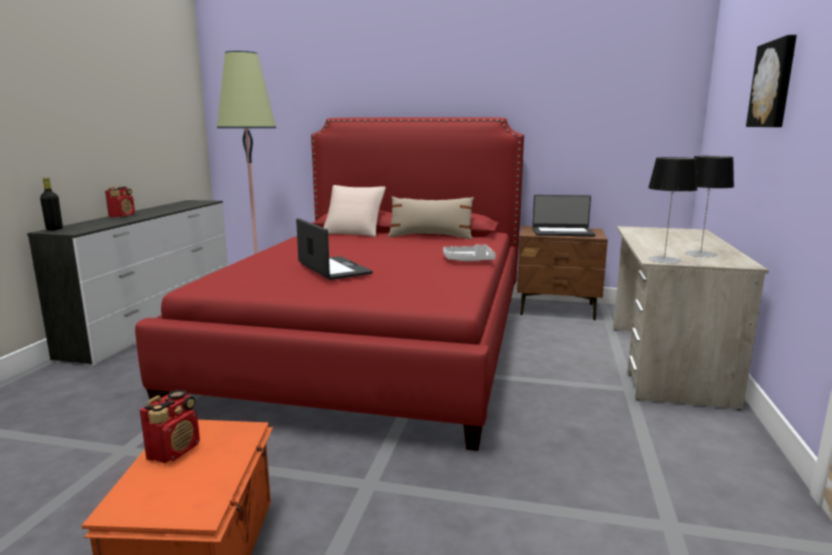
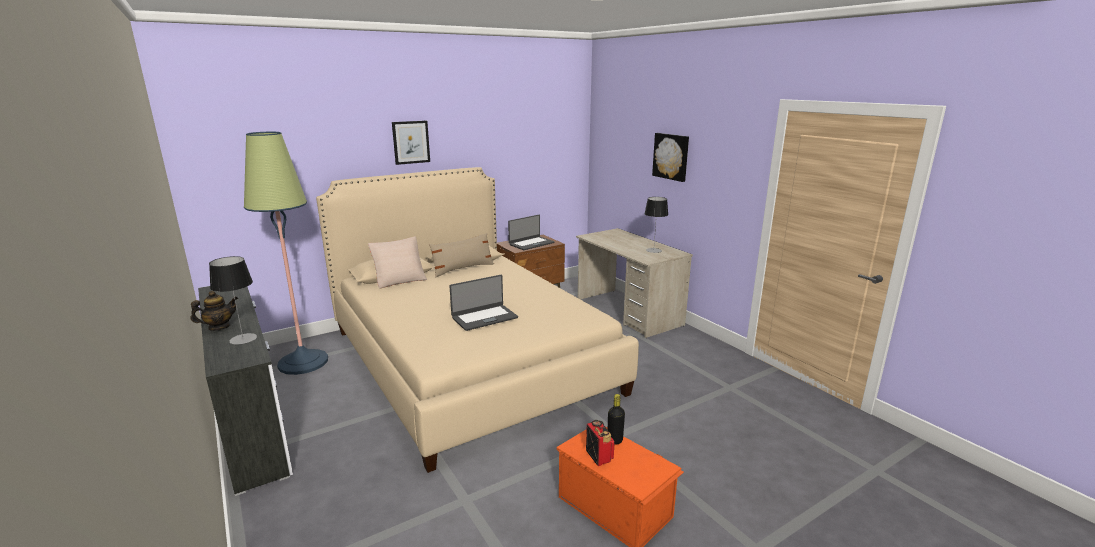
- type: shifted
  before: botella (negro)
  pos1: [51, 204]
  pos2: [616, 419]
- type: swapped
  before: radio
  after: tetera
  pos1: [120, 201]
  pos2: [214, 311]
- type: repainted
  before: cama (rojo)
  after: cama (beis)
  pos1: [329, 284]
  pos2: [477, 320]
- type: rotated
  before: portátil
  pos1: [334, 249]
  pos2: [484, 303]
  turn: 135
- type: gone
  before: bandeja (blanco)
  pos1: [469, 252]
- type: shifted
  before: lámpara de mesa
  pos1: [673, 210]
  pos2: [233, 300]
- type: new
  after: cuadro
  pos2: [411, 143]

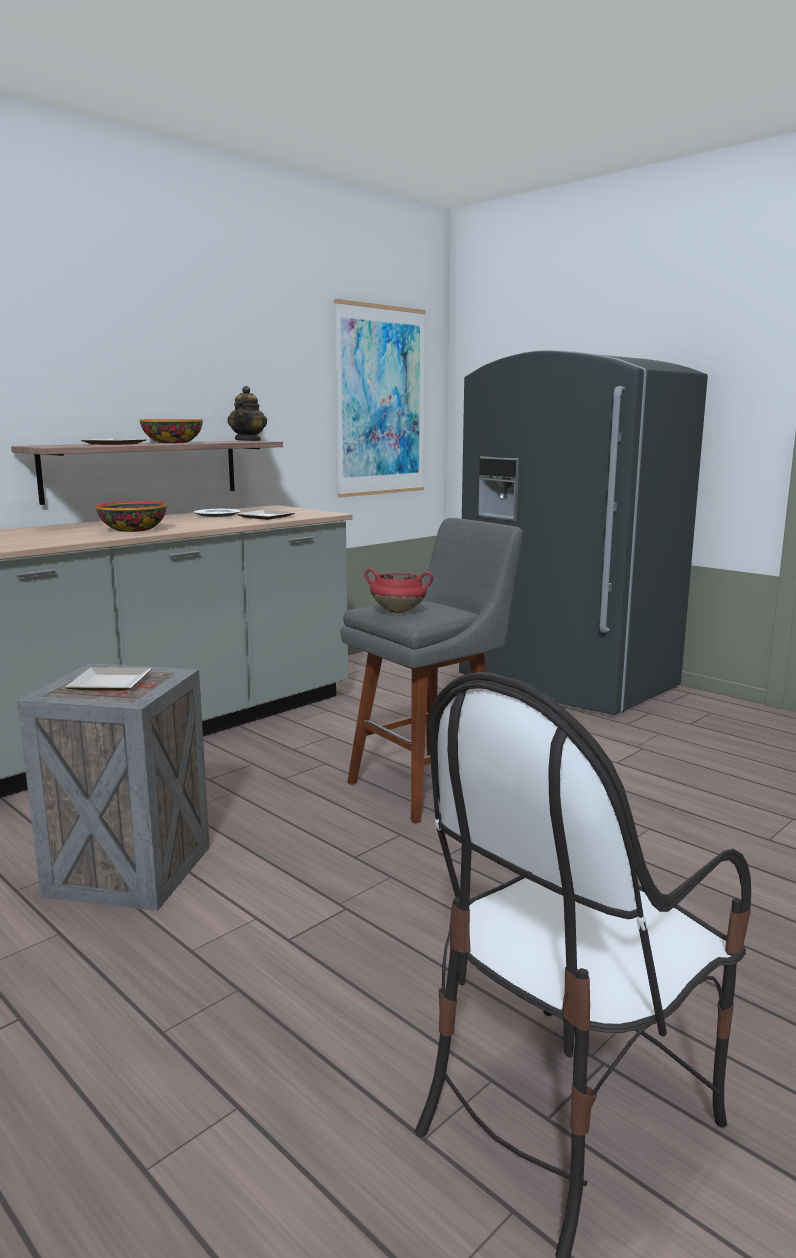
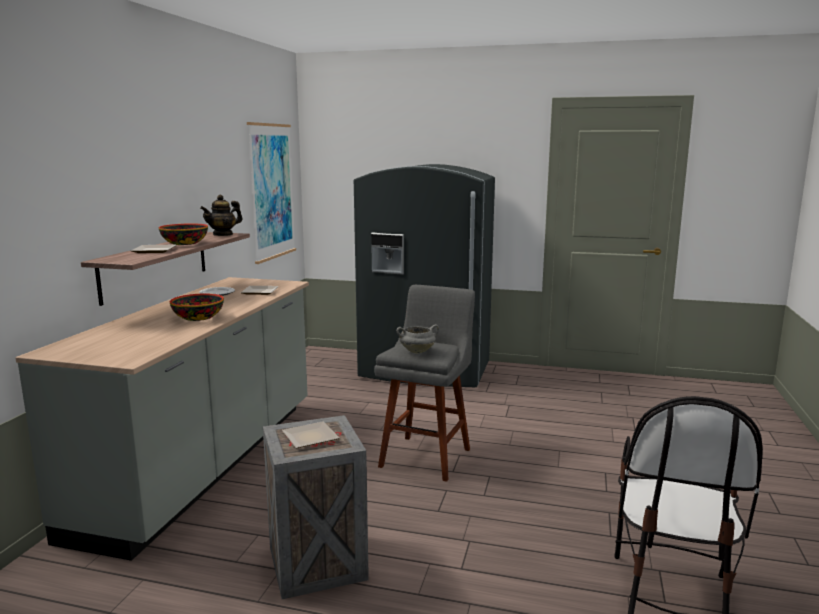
- type: rotated
  before: tetera
  pos1: [247, 413]
  pos2: [221, 215]
  turn: 75
- type: repainted
  before: olla (rojo)
  after: olla (gris)
  pos1: [398, 591]
  pos2: [417, 339]

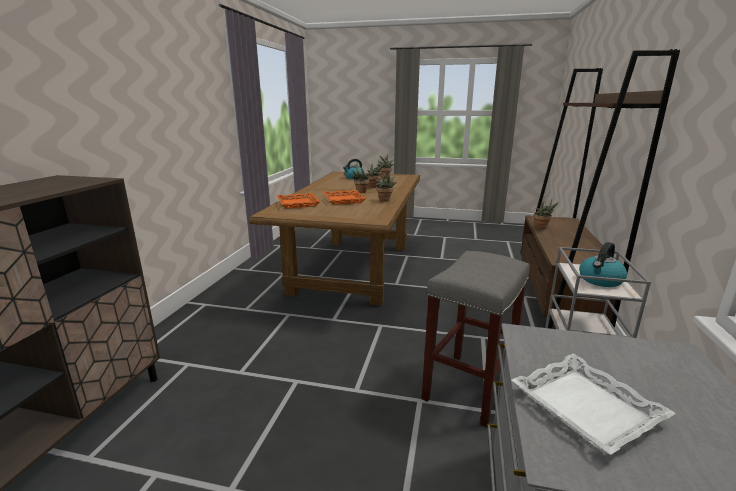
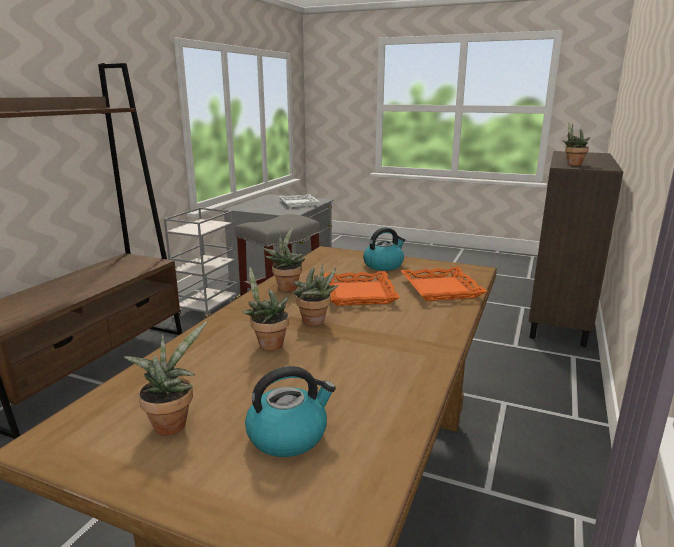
- type: shifted
  before: planta en maceta
  pos1: [546, 214]
  pos2: [576, 144]
- type: shifted
  before: hervidor
  pos1: [603, 264]
  pos2: [384, 249]

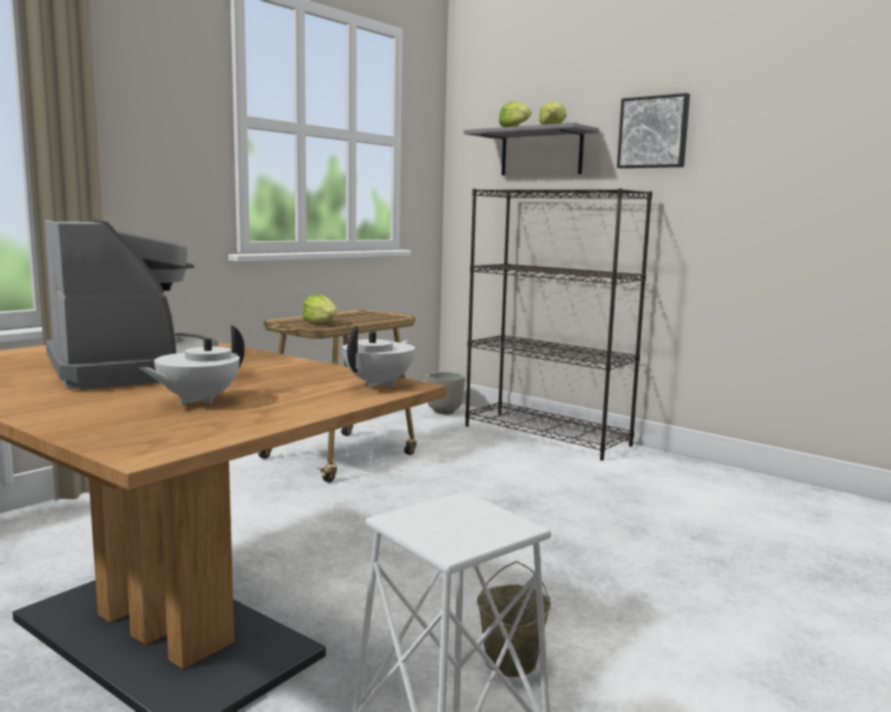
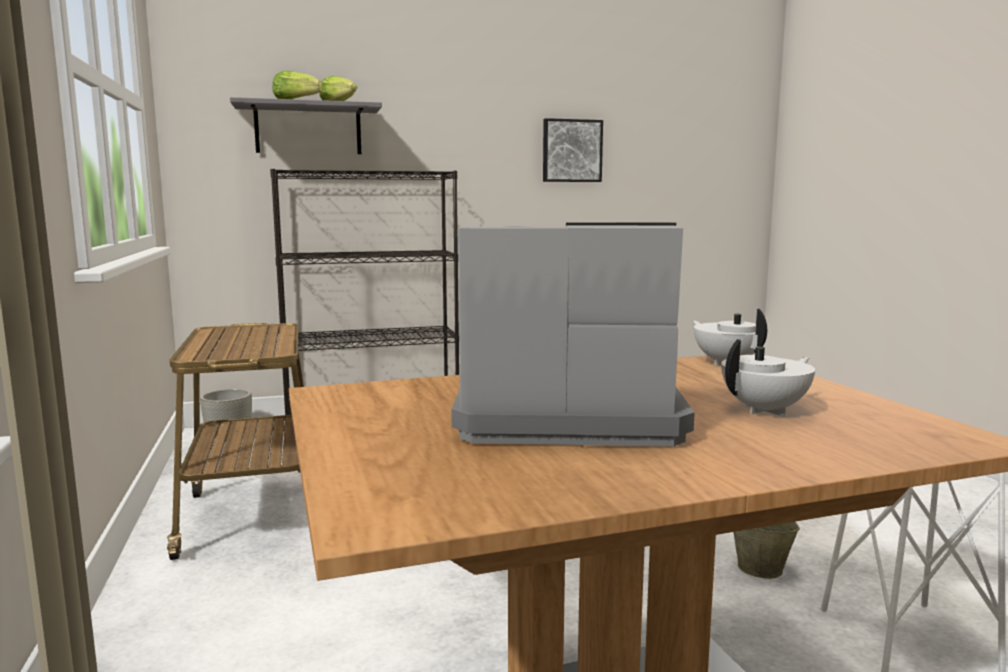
- type: rotated
  before: tetera (blanco)
  pos1: [192, 365]
  pos2: [768, 378]
  turn: -105
- type: gone
  before: lechuga
  pos1: [319, 309]
- type: shifted
  before: cuadro
  pos1: [653, 130]
  pos2: [573, 150]

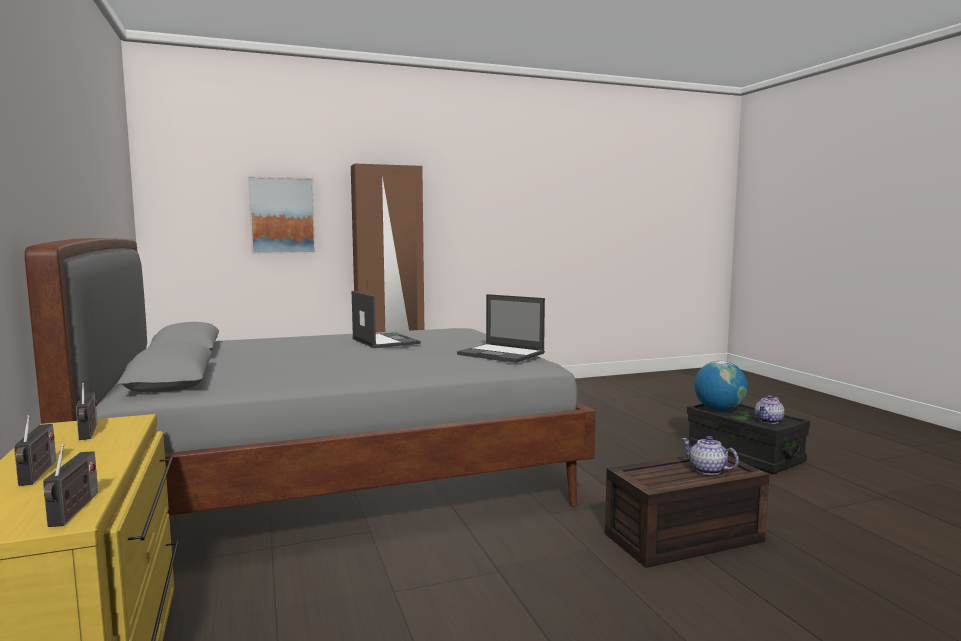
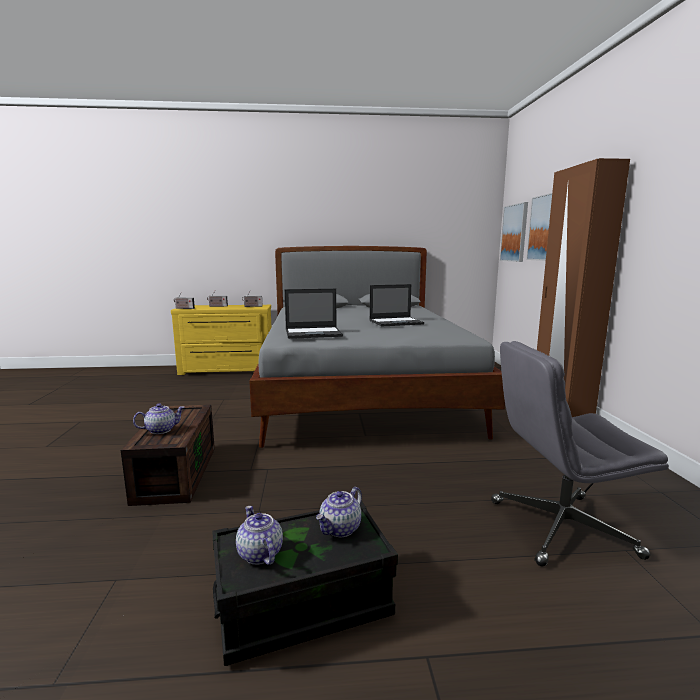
- type: rotated
  before: portátil
  pos1: [501, 328]
  pos2: [314, 314]
  turn: -150
- type: swapped
  before: globo terráqueo
  after: tetera
  pos1: [721, 386]
  pos2: [339, 512]
- type: new
  after: silla de oficina (gris)
  pos2: [580, 453]
- type: new
  after: cuadro
  pos2: [514, 232]

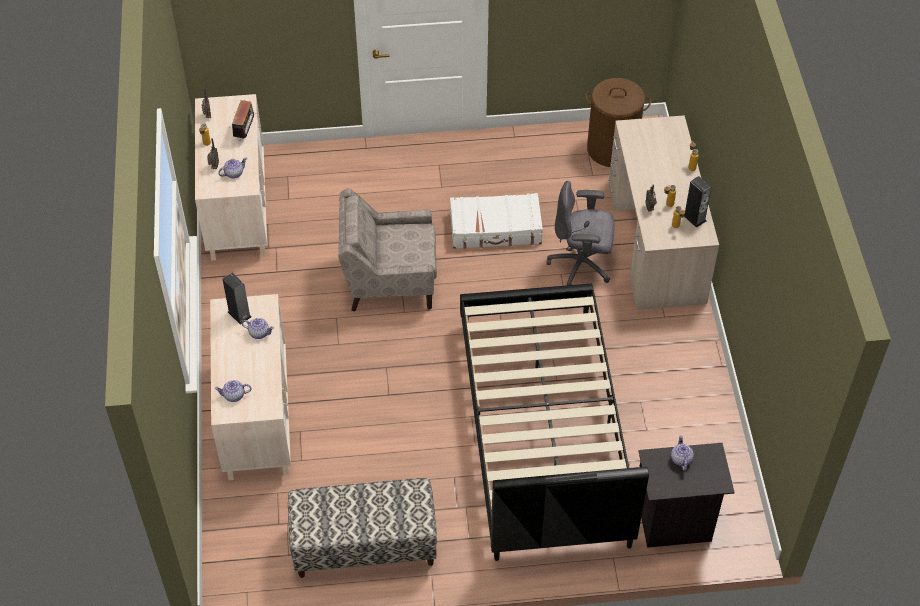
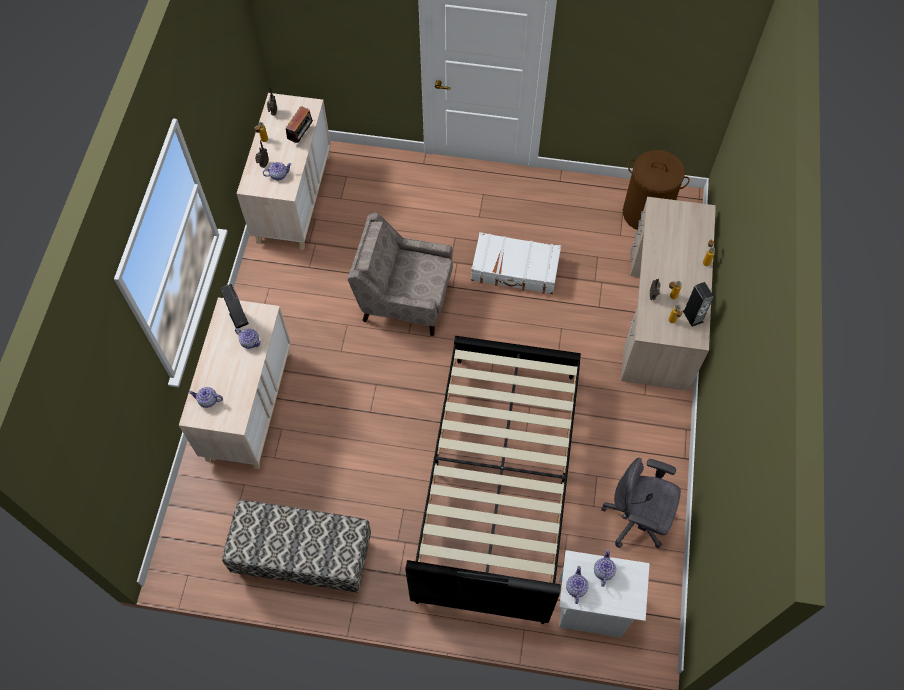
- type: shifted
  before: silla de oficina (gris)
  pos1: [580, 233]
  pos2: [641, 503]
- type: repainted
  before: mesita de noche (negro)
  after: mesita de noche (blanco)
  pos1: [686, 495]
  pos2: [604, 594]
- type: new
  after: tetera
  pos2: [577, 585]

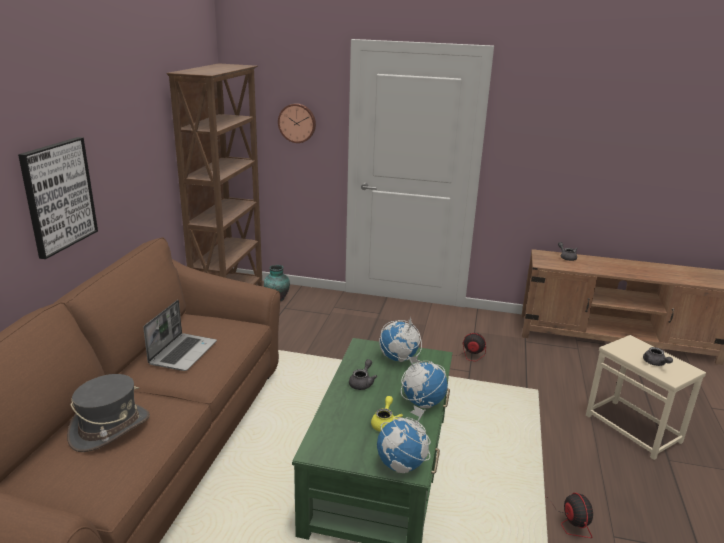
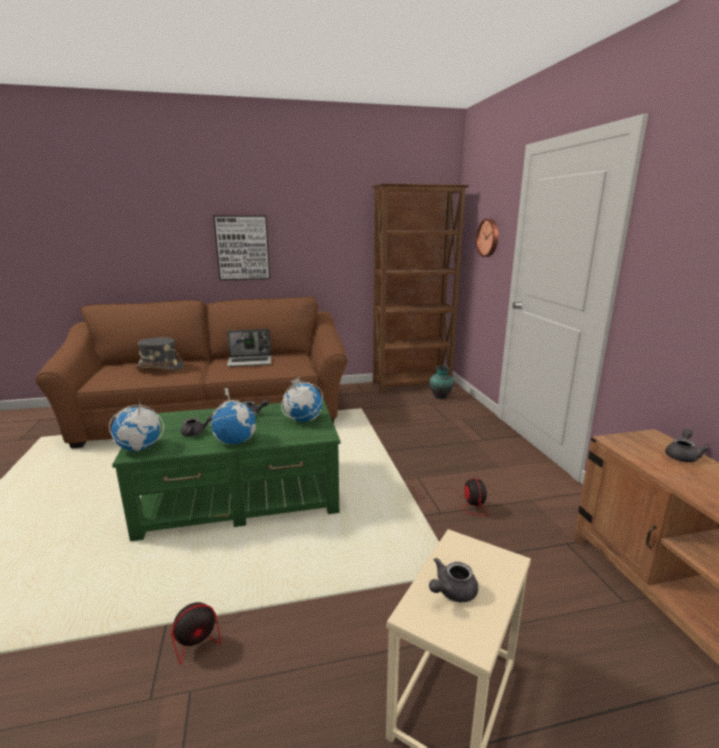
- type: repainted
  before: tetera (amarillo)
  after: tetera (gris)
  pos1: [387, 414]
  pos2: [197, 425]

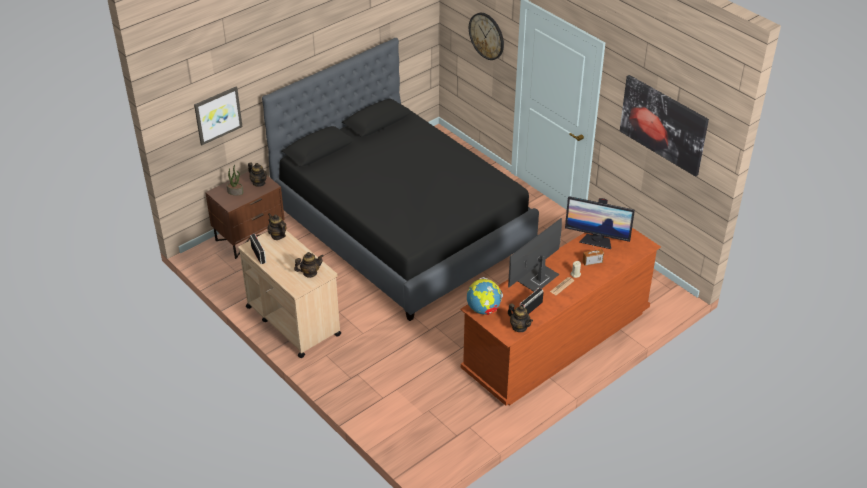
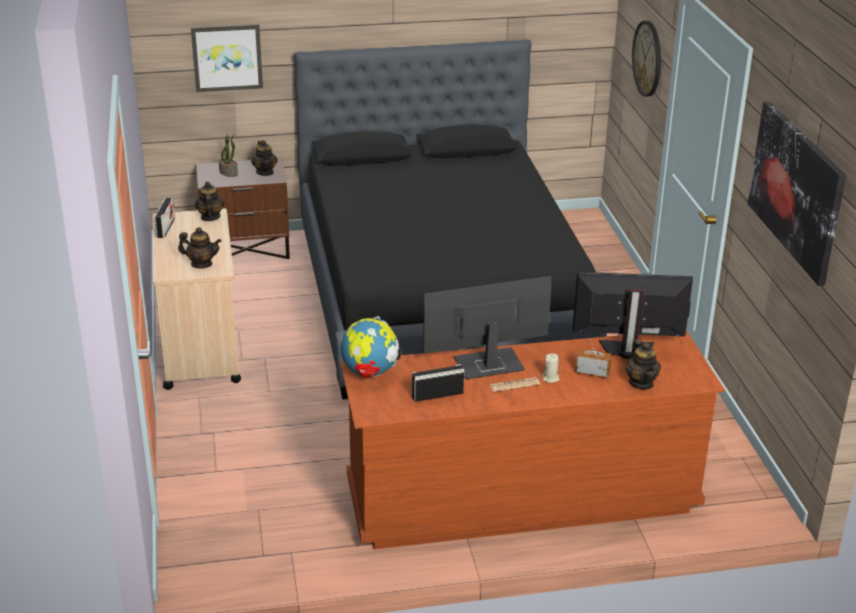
- type: shifted
  before: tetera
  pos1: [520, 317]
  pos2: [643, 364]
- type: rotated
  before: monitor
  pos1: [600, 222]
  pos2: [632, 315]
  turn: 135

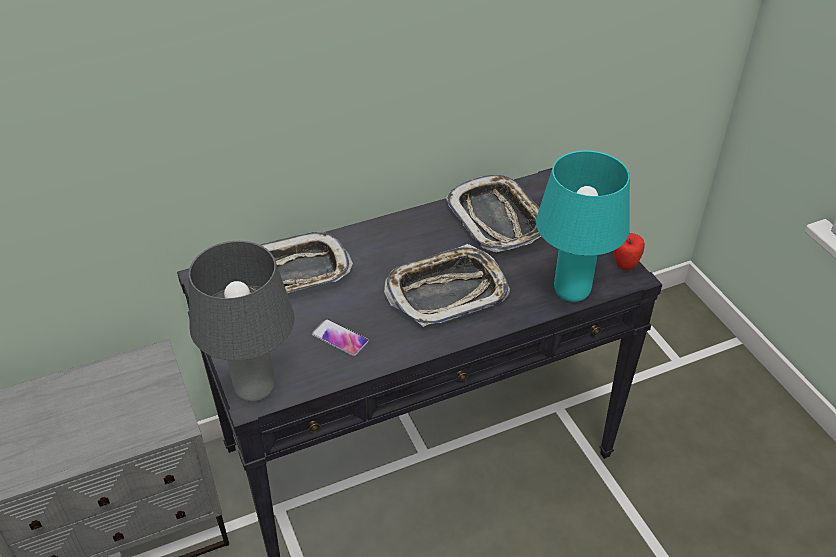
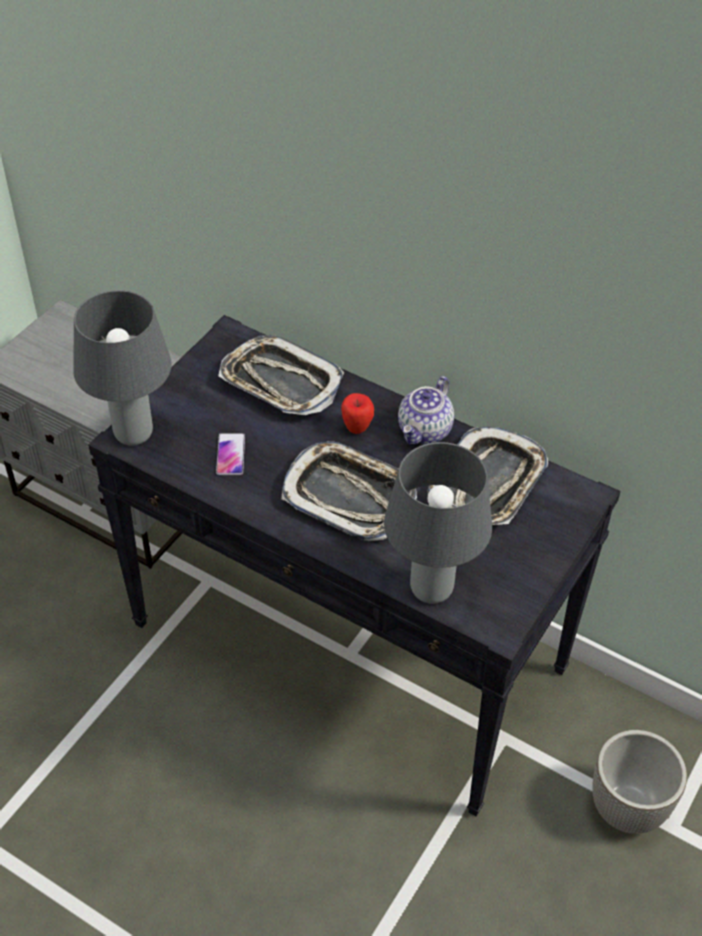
- type: repainted
  before: lámpara de mesa (turquesa)
  after: lámpara de mesa (gris)
  pos1: [583, 226]
  pos2: [438, 523]
- type: shifted
  before: manzana
  pos1: [629, 251]
  pos2: [357, 413]
- type: new
  after: tetera
  pos2: [426, 410]
- type: new
  after: maceta
  pos2: [639, 782]

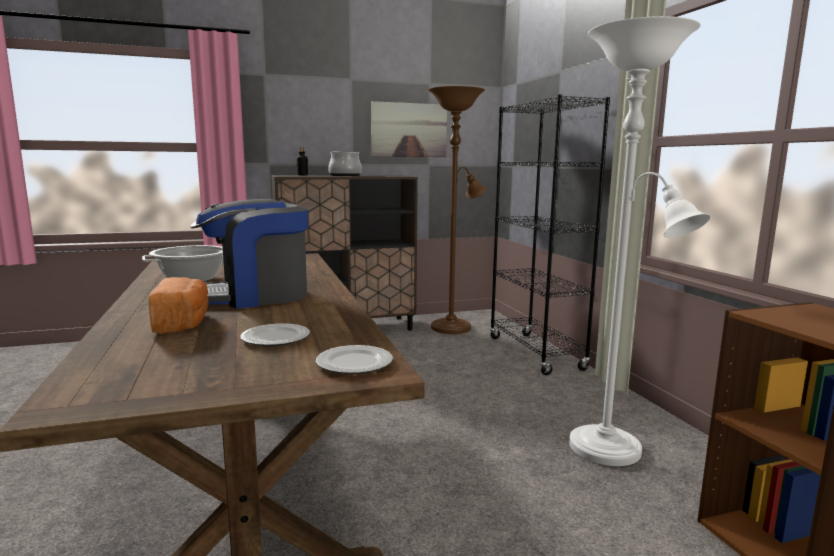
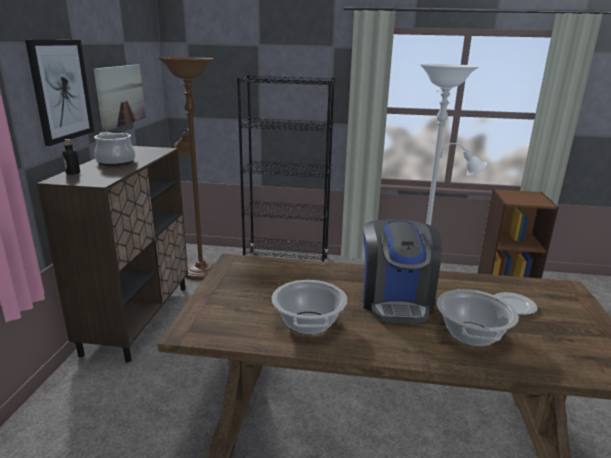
- type: swapped
  before: pan
  after: olla
  pos1: [179, 305]
  pos2: [478, 318]
- type: gone
  before: plato
  pos1: [354, 359]
- type: new
  after: cuadro
  pos2: [59, 93]

